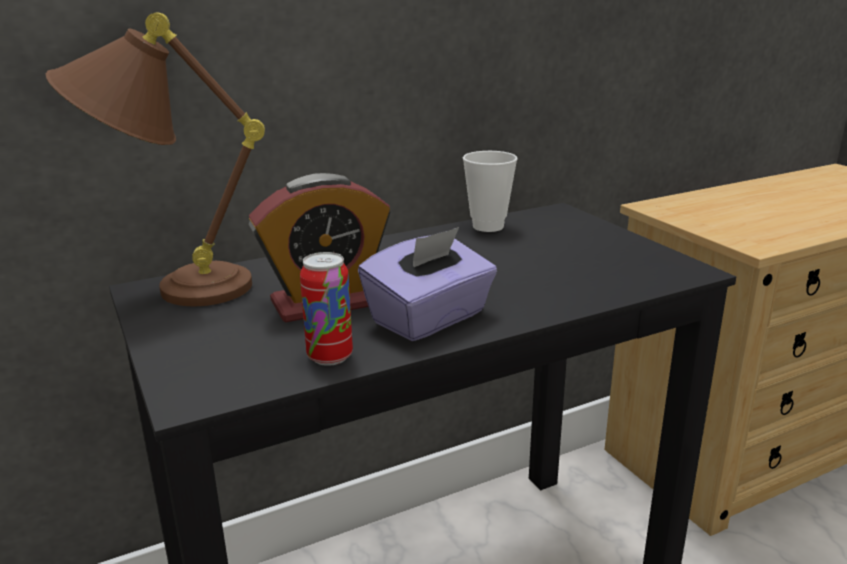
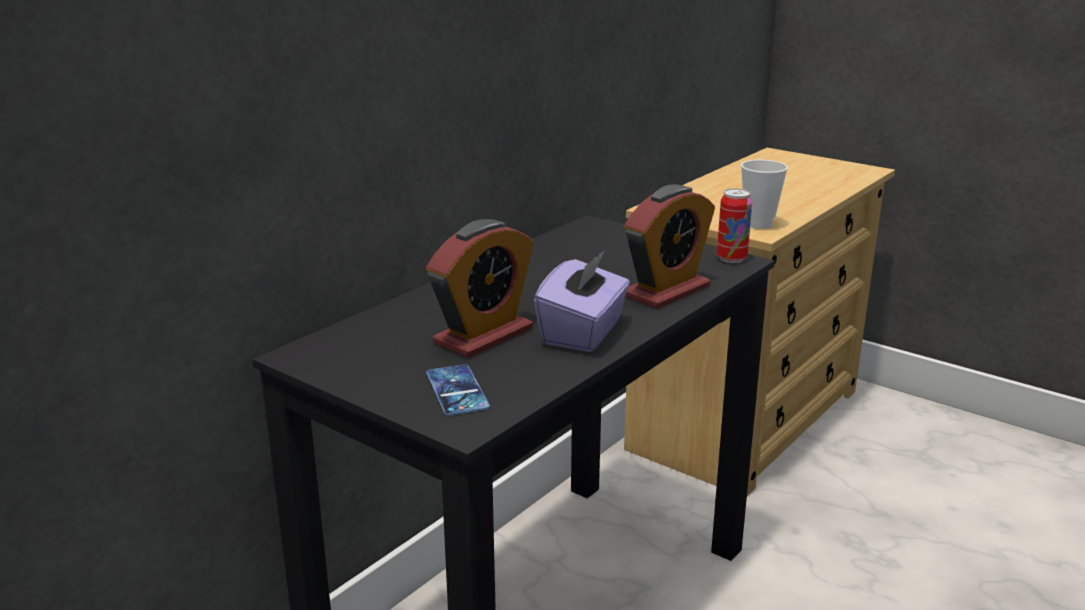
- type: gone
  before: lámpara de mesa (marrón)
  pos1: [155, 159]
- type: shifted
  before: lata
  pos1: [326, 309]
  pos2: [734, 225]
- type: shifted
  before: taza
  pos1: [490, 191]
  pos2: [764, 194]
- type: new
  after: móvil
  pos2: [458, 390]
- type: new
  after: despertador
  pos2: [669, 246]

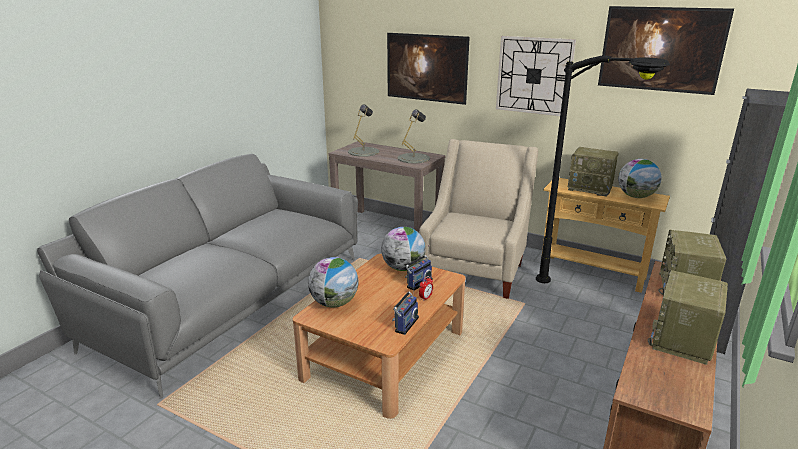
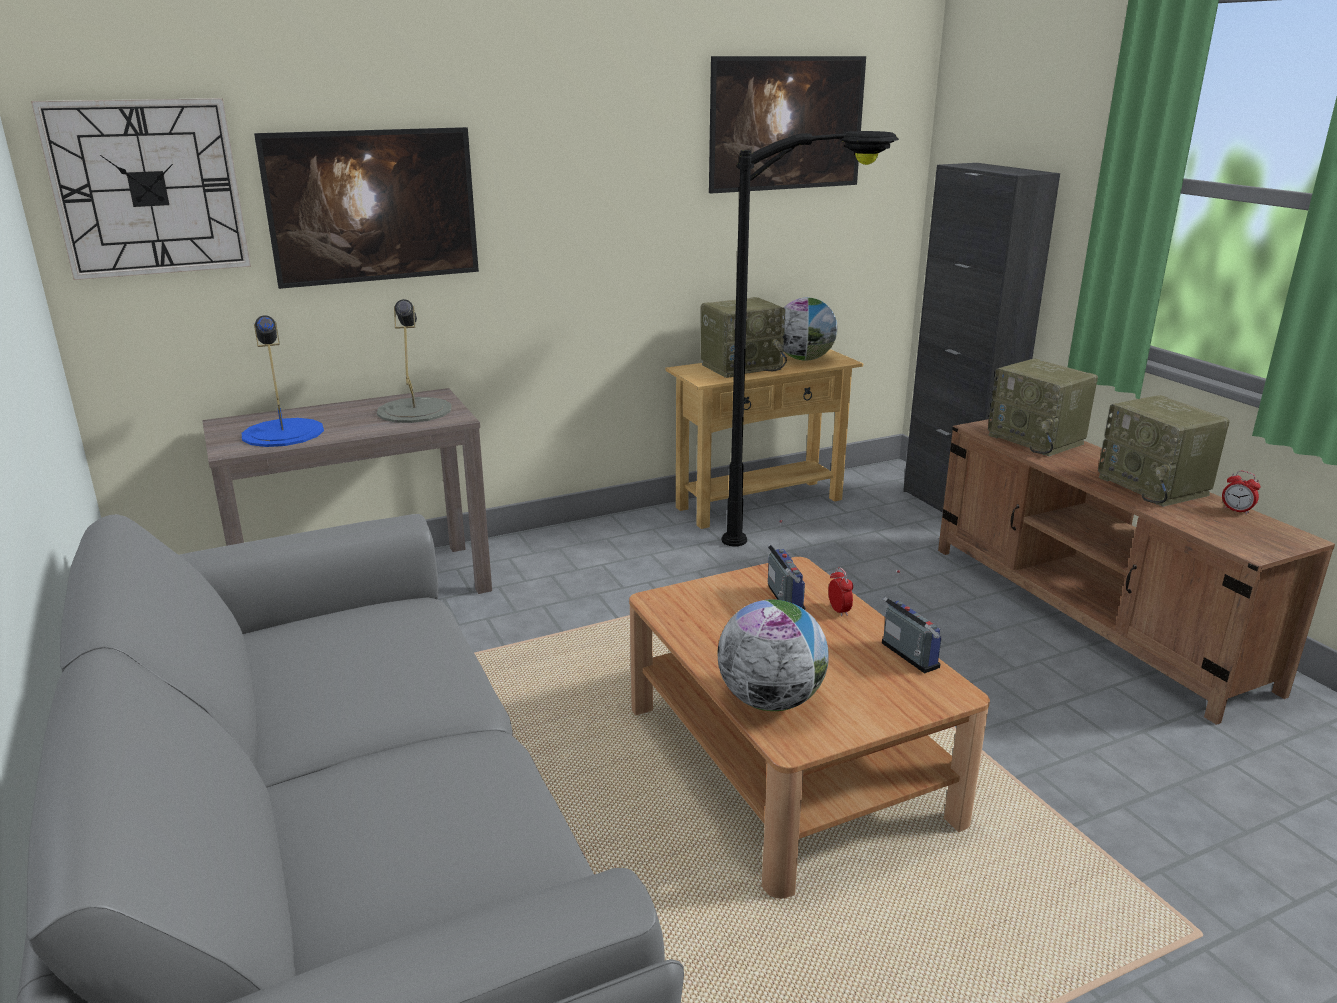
- type: repainted
  before: lámpara de mesa (gris)
  after: lámpara de mesa (azul)
  pos1: [364, 130]
  pos2: [283, 381]
- type: gone
  before: globo terráqueo
  pos1: [403, 249]
- type: gone
  before: sillón (beis)
  pos1: [478, 219]
- type: shifted
  before: reloj de pared
  pos1: [536, 76]
  pos2: [141, 189]
- type: new
  after: despertador
  pos2: [1241, 493]

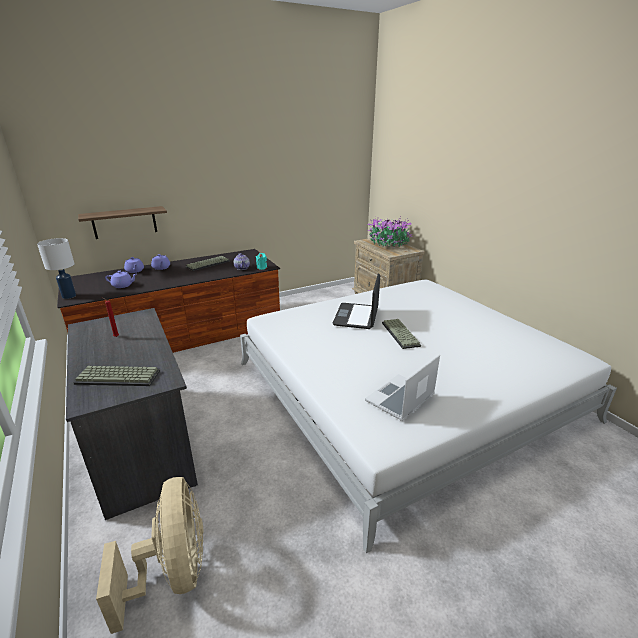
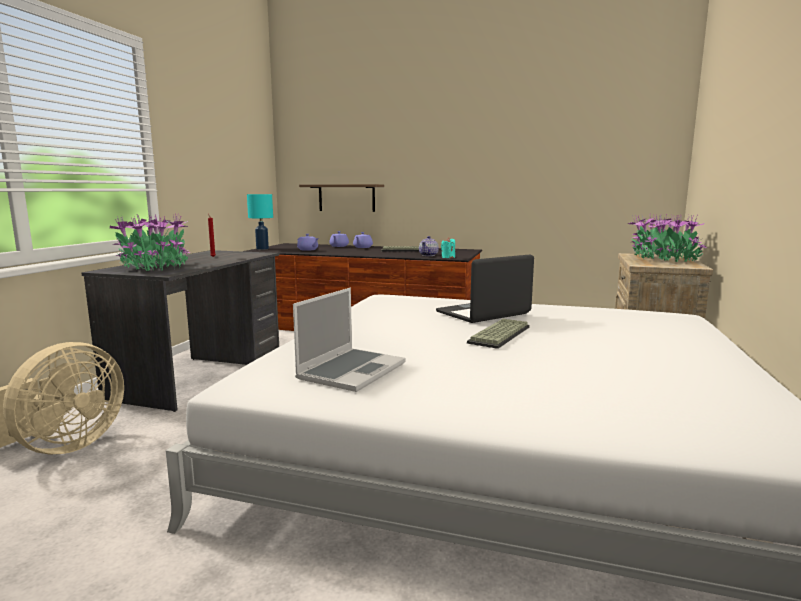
- type: repainted
  before: lámpara de mesa (blanco)
  after: lámpara de mesa (turquesa)
  pos1: [56, 268]
  pos2: [260, 222]
- type: swapped
  before: teclado
  after: planta en maceta
  pos1: [116, 376]
  pos2: [150, 242]
- type: rotated
  before: portátil
  pos1: [402, 388]
  pos2: [349, 340]
  turn: 120

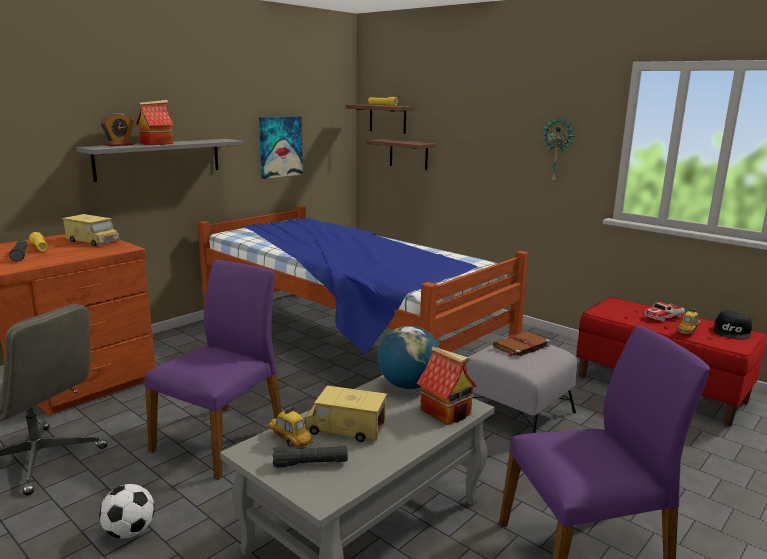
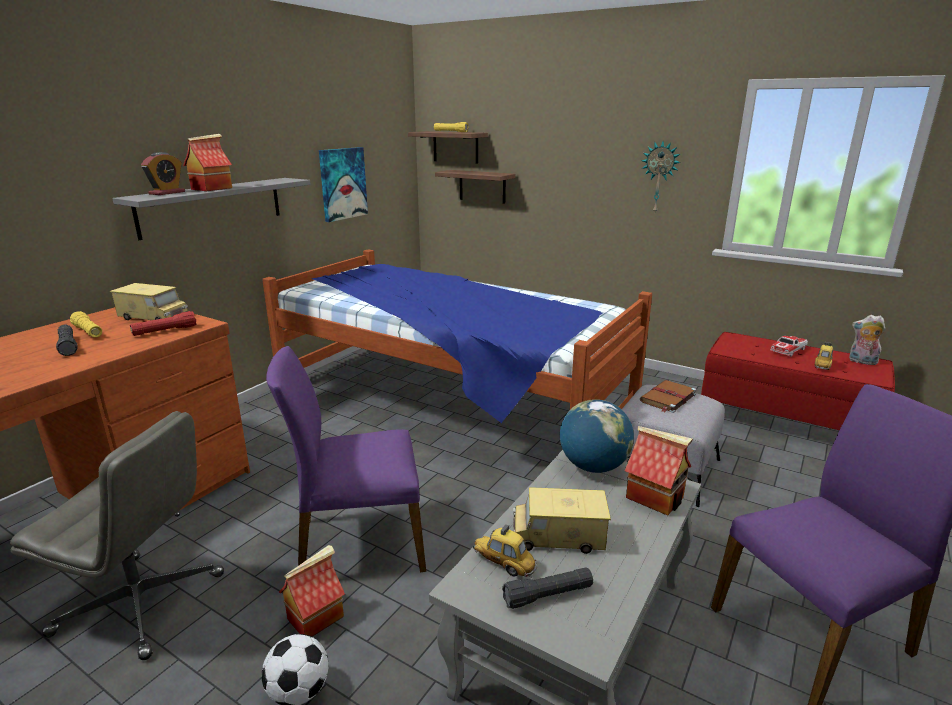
- type: rotated
  before: silla (morado)
  pos1: [213, 370]
  pos2: [346, 459]
  turn: -120
- type: swapped
  before: gorra (negro)
  after: peluche
  pos1: [732, 325]
  pos2: [867, 340]
- type: new
  after: linterna (rojo)
  pos2: [163, 323]
- type: new
  after: casita
  pos2: [312, 591]

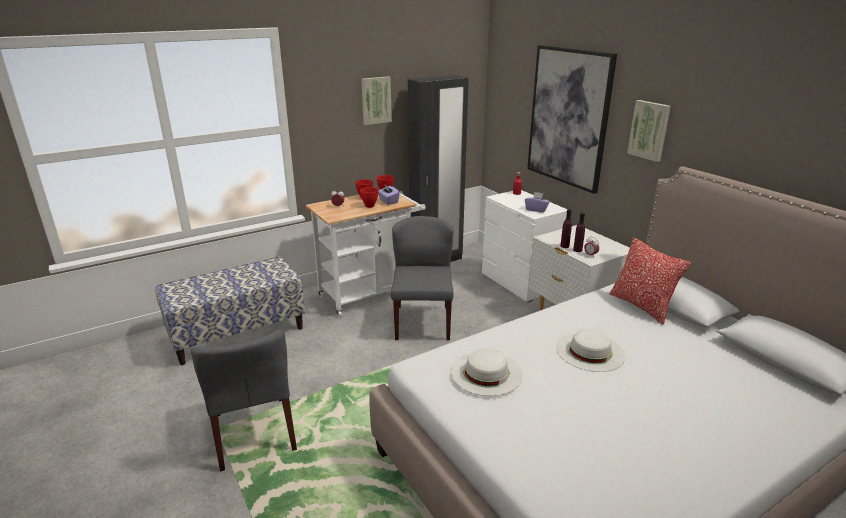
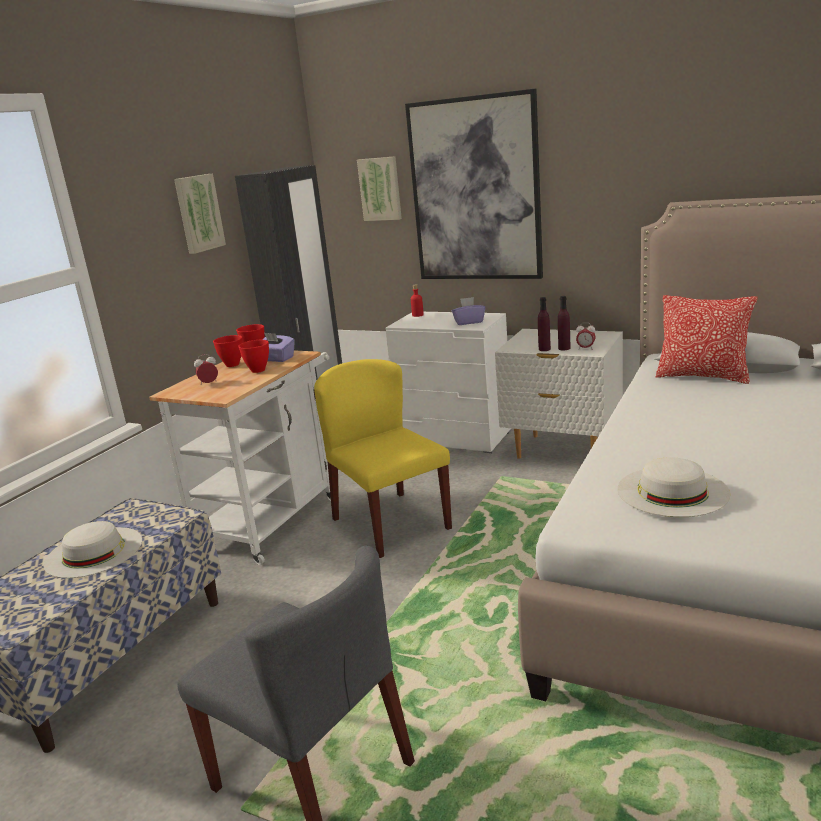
- type: repainted
  before: silla (gris)
  after: silla (amarillo)
  pos1: [422, 278]
  pos2: [383, 458]
- type: shifted
  before: sombrero (blanco)
  pos1: [590, 350]
  pos2: [92, 549]
- type: shifted
  before: cuadro
  pos1: [649, 131]
  pos2: [379, 188]

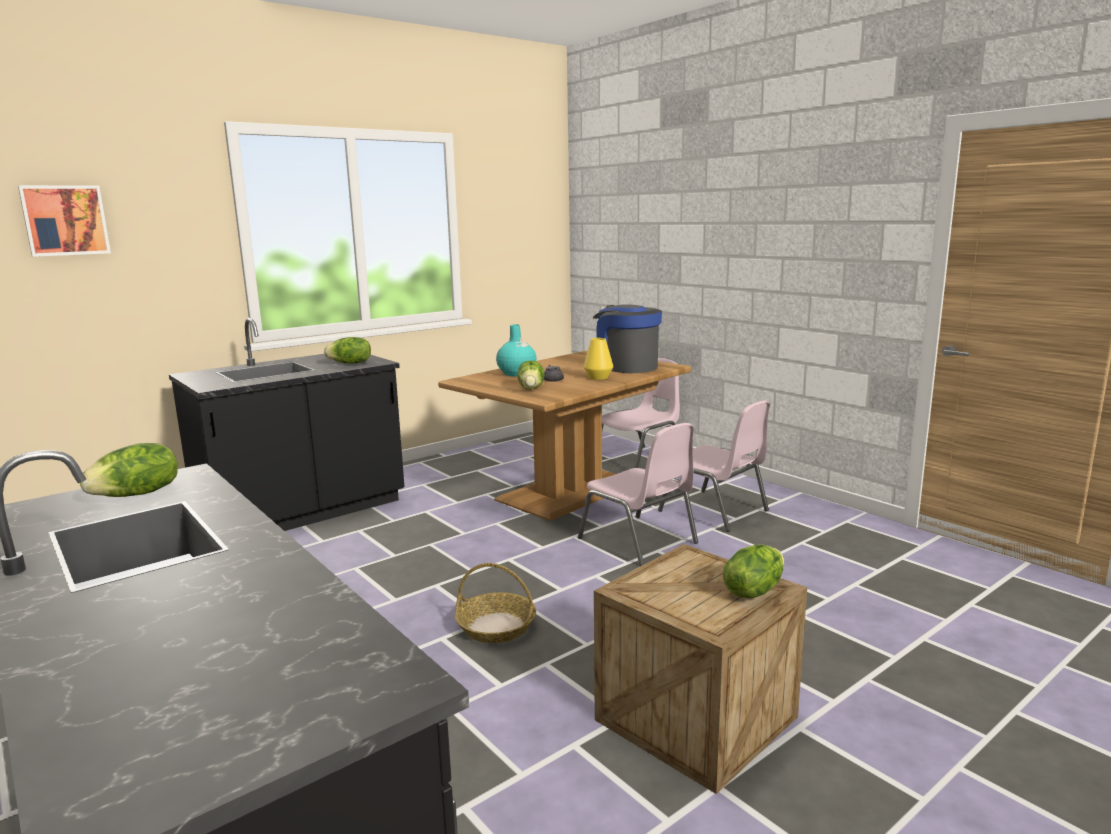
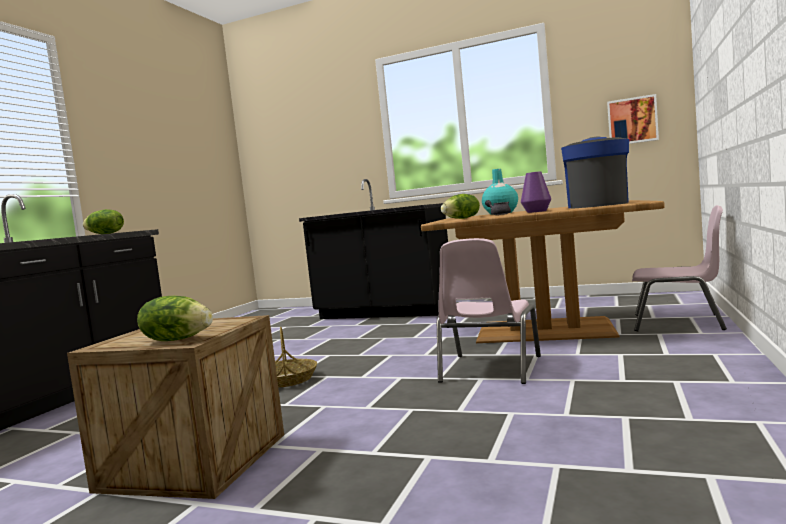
- type: shifted
  before: cuadro
  pos1: [64, 221]
  pos2: [633, 119]
- type: gone
  before: lechuga
  pos1: [347, 350]
- type: repainted
  before: florero (amarillo)
  after: florero (morado)
  pos1: [598, 359]
  pos2: [536, 192]
- type: gone
  before: silla (rosa)
  pos1: [714, 466]

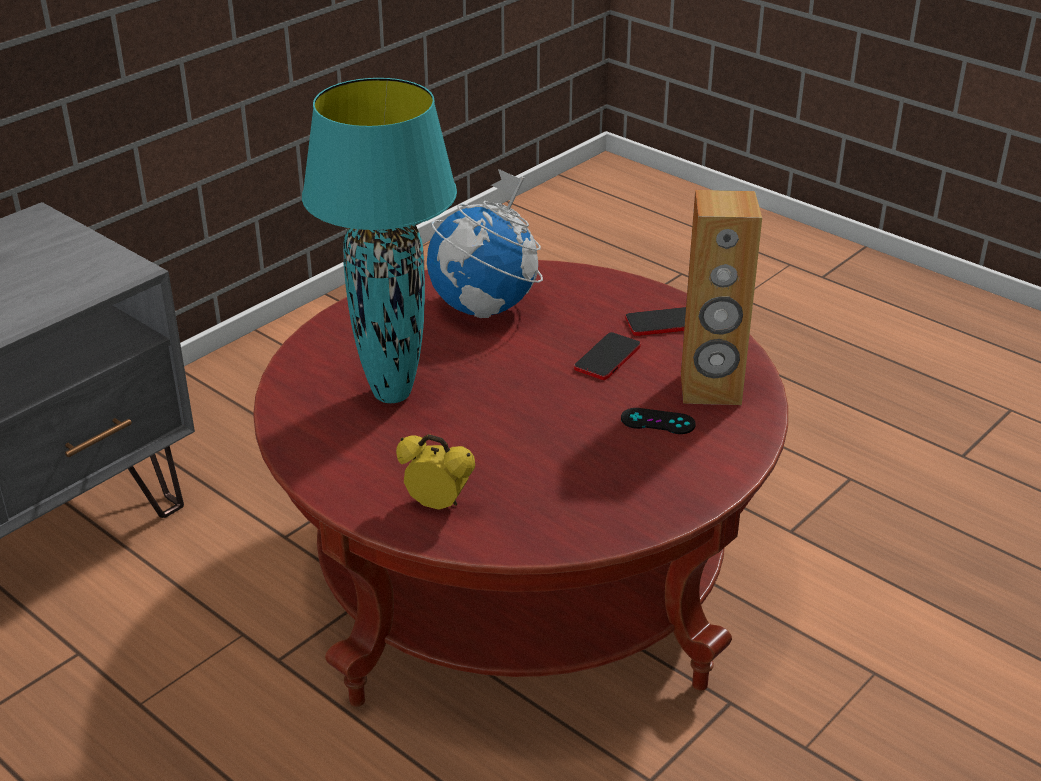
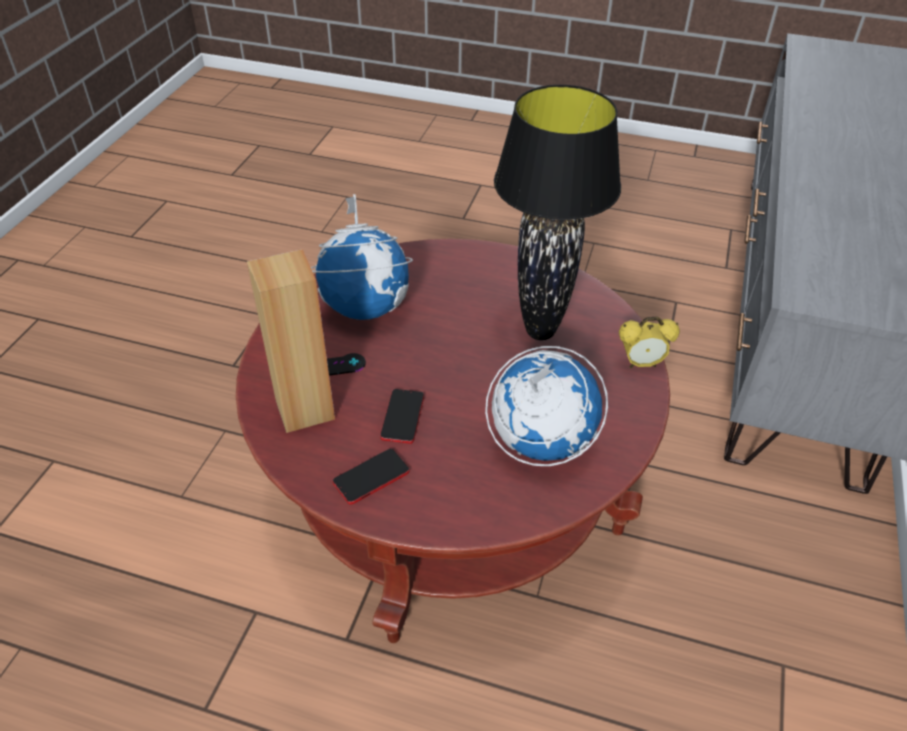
- type: repainted
  before: lámpara de mesa (turquesa)
  after: lámpara de mesa (negro)
  pos1: [379, 240]
  pos2: [557, 212]
- type: shifted
  before: despertador
  pos1: [435, 472]
  pos2: [649, 342]
- type: new
  after: globo terráqueo
  pos2: [362, 257]

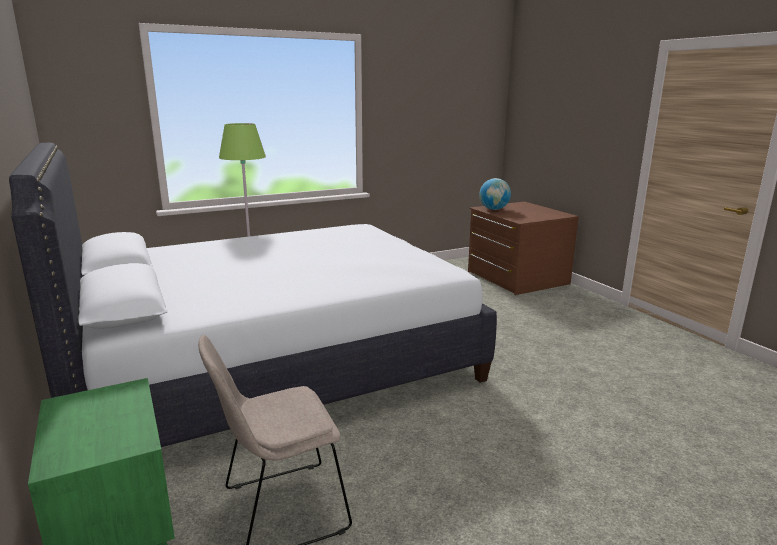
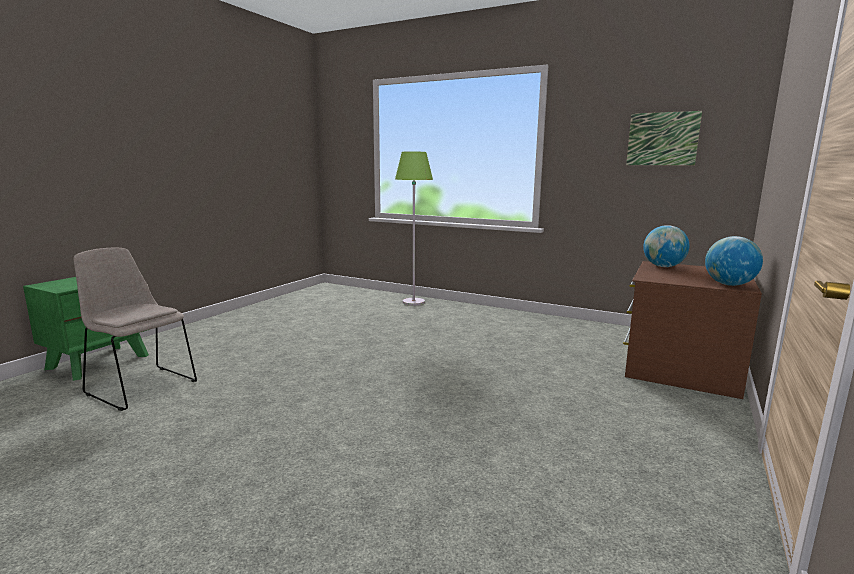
- type: gone
  before: cama (blanco)
  pos1: [253, 295]
- type: new
  after: cuadro
  pos2: [664, 138]
- type: new
  after: globo terráqueo
  pos2: [734, 261]

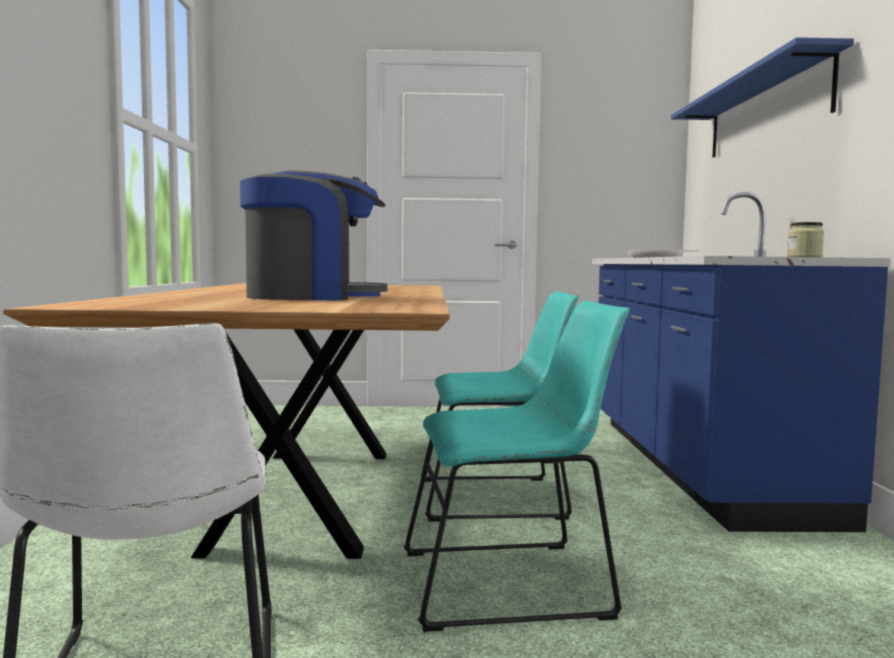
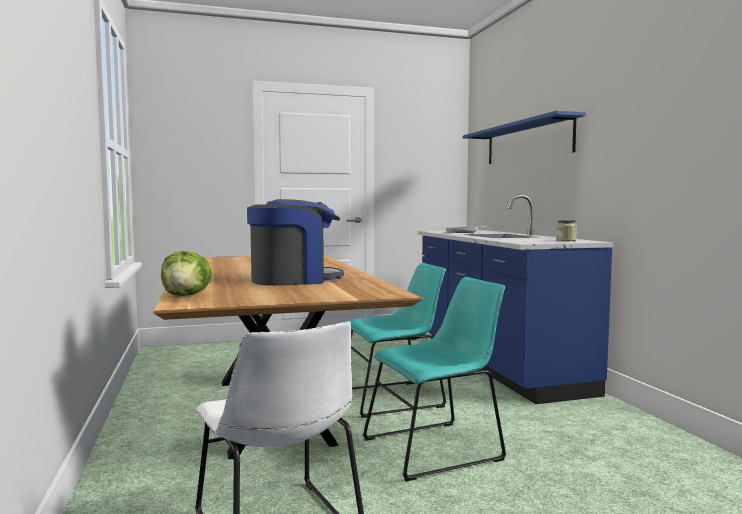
- type: new
  after: lechuga
  pos2: [186, 273]

